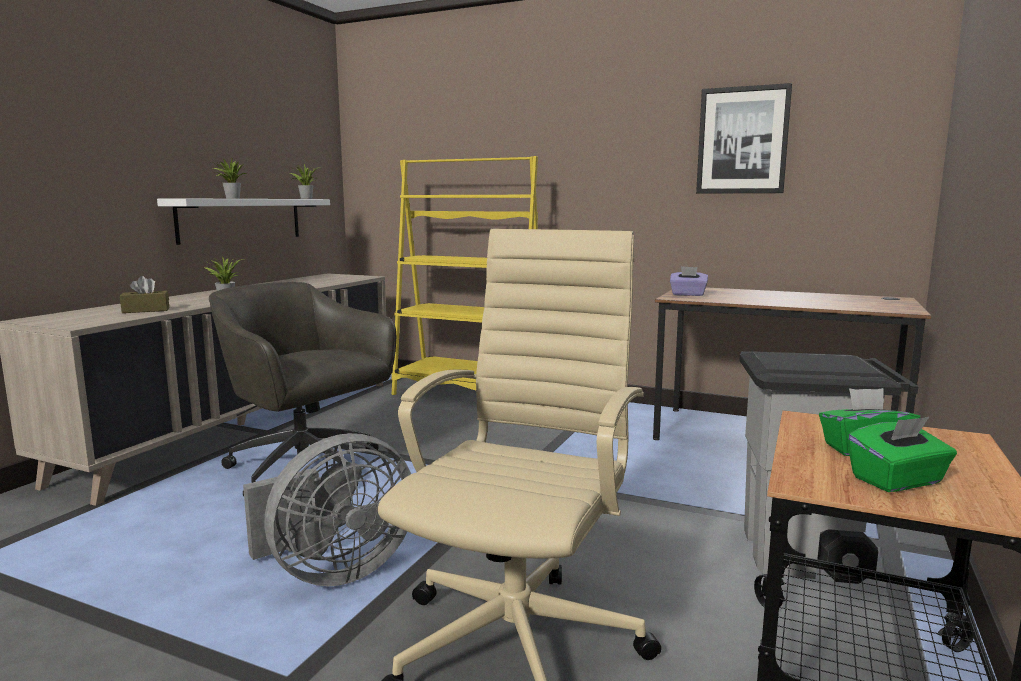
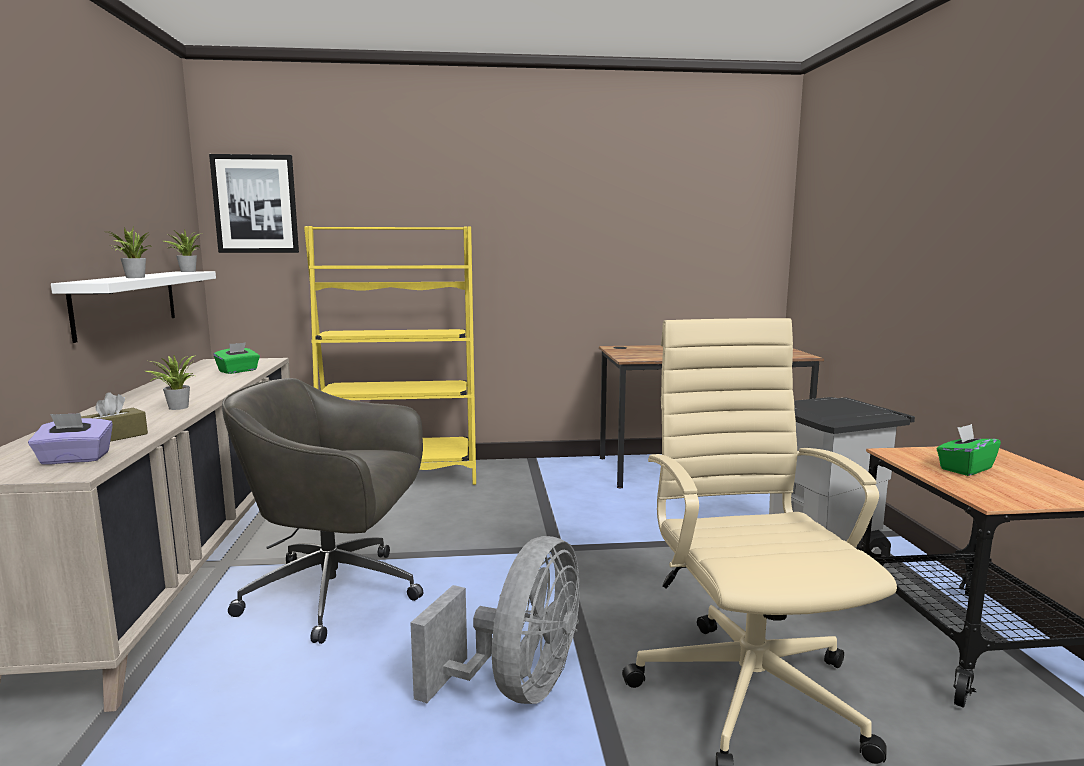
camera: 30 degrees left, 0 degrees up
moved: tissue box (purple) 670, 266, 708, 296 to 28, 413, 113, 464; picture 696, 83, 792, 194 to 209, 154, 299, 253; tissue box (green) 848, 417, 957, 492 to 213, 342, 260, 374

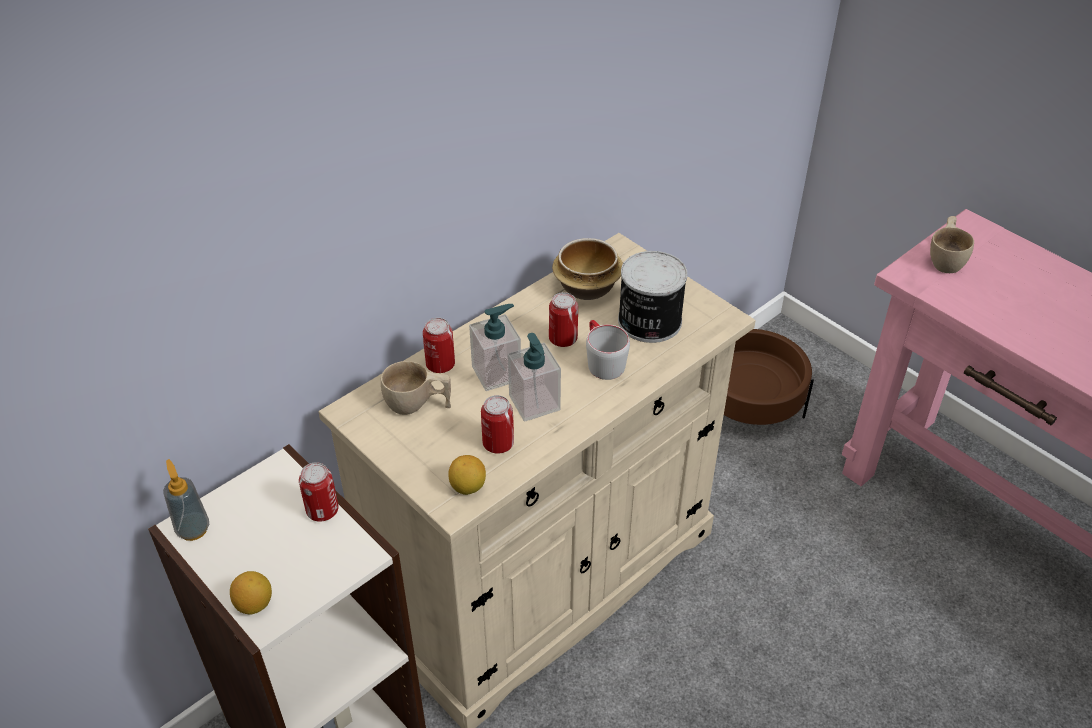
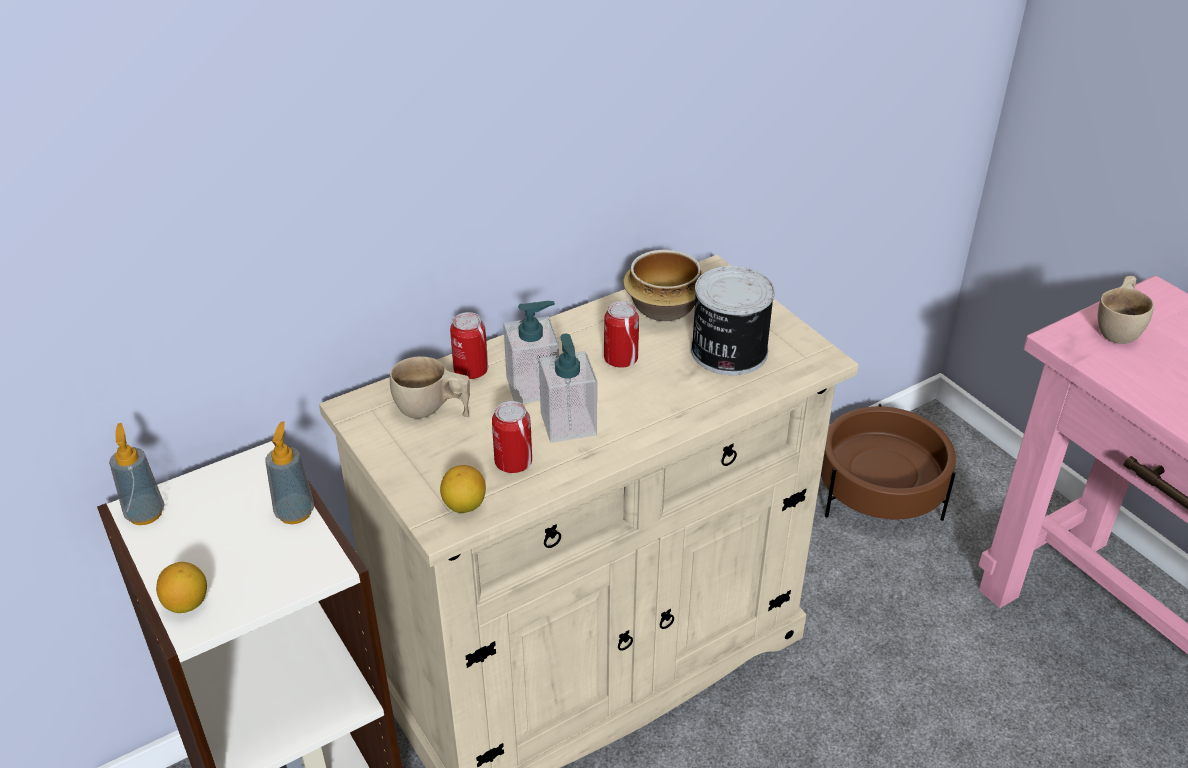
camera: 10 degrees right, 5 degrees down
removed: mug (grey) 586, 320, 630, 380
replaced: can 299, 462, 339, 522 to soap dispenser 265, 421, 314, 524

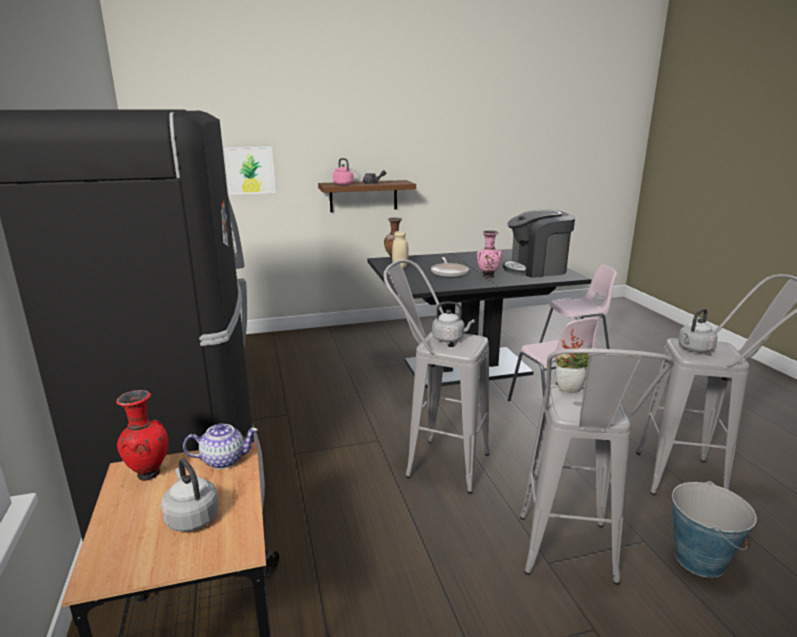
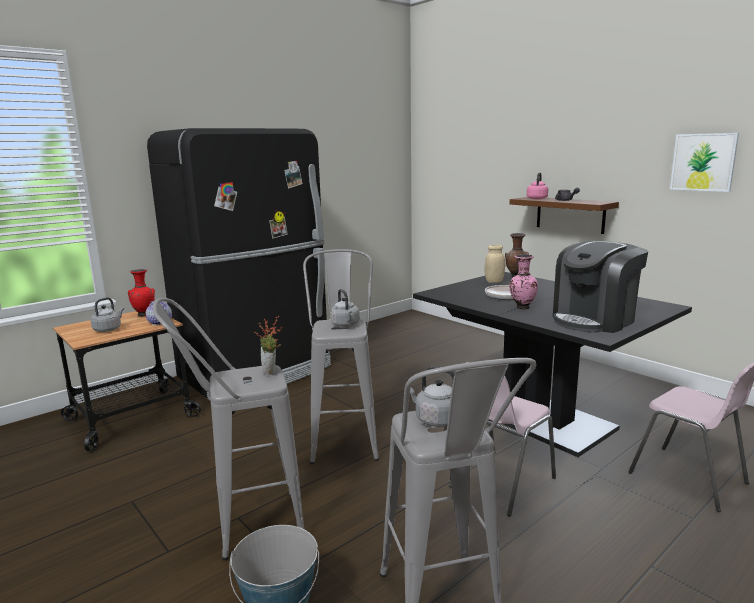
camera: 65 degrees right, 5 degrees down
moved: picture 225, 147, 276, 195 to 670, 133, 739, 192
turned: coffee machine 503, 210, 575, 278 = 553, 241, 648, 333 90 degrees counterclockwise

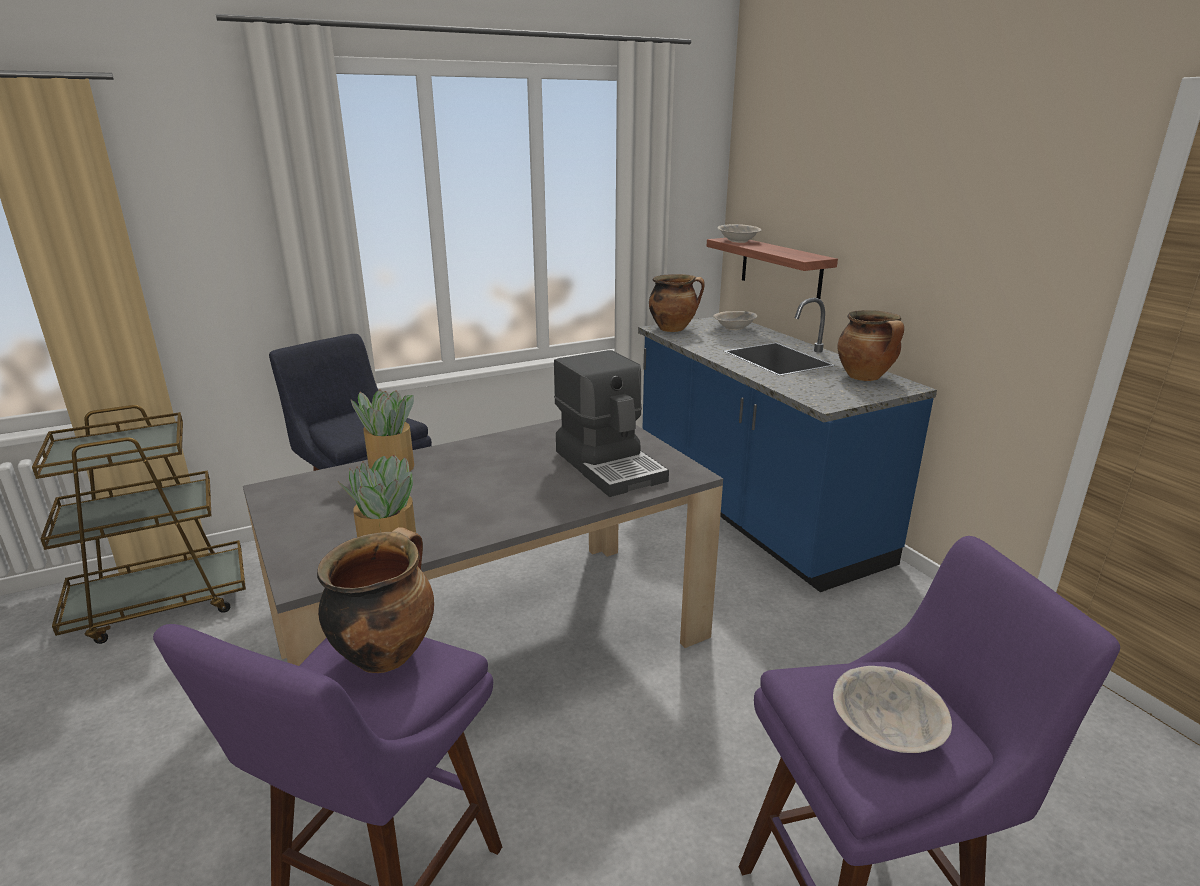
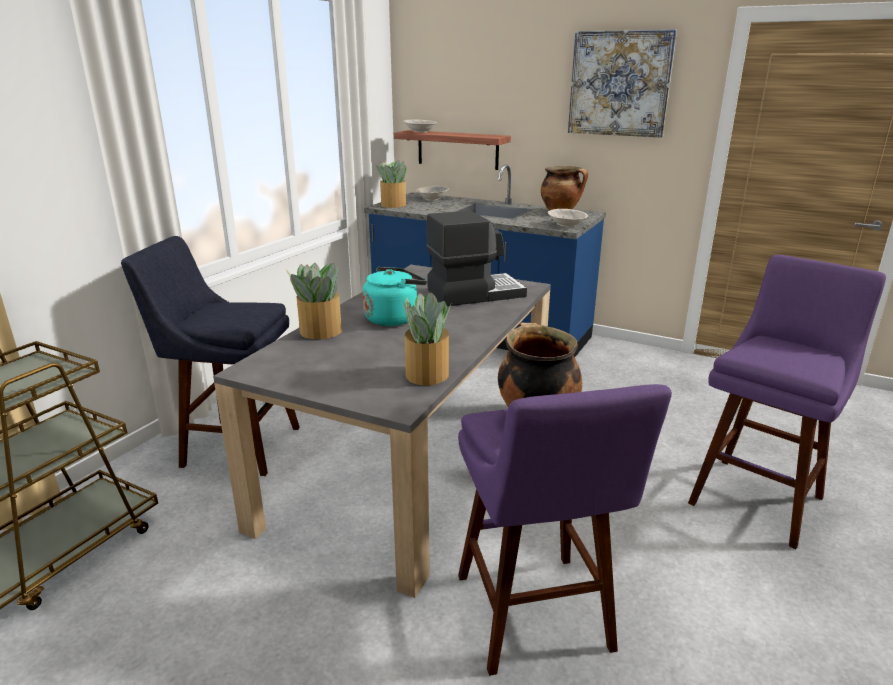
camera: 35 degrees left, 0 degrees up
added: kettle (turquoise) 363, 267, 427, 326; picture 568, 29, 677, 138
moved: bowl (beige) 833, 666, 952, 753 to 548, 209, 588, 227
replaced: cooking pot 649, 274, 705, 332 to potted plant 375, 160, 406, 208
turned: coffee machine 554, 350, 669, 497 = 427, 211, 527, 306 45 degrees counterclockwise

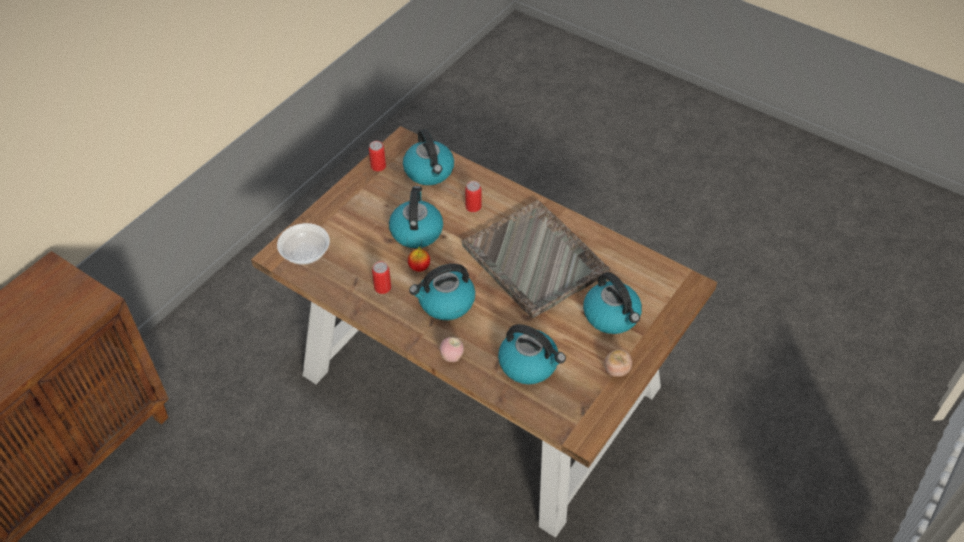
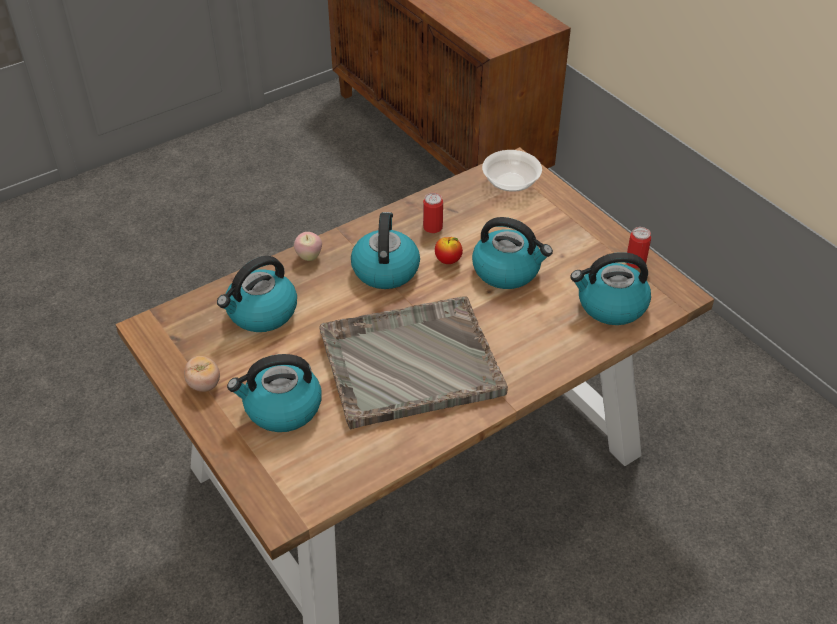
camera: 110 degrees right, 5 degrees down
removed: can 465, 181, 481, 212

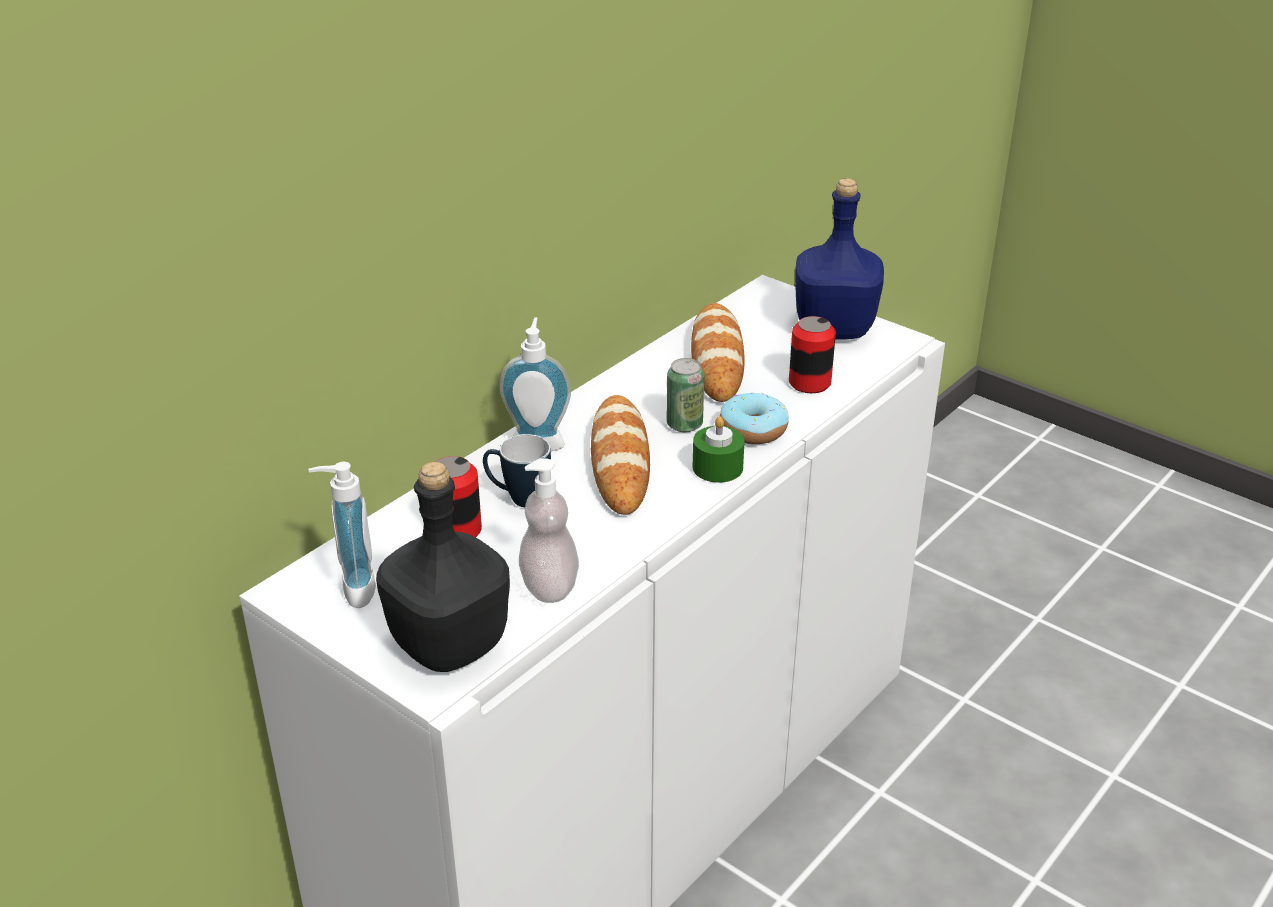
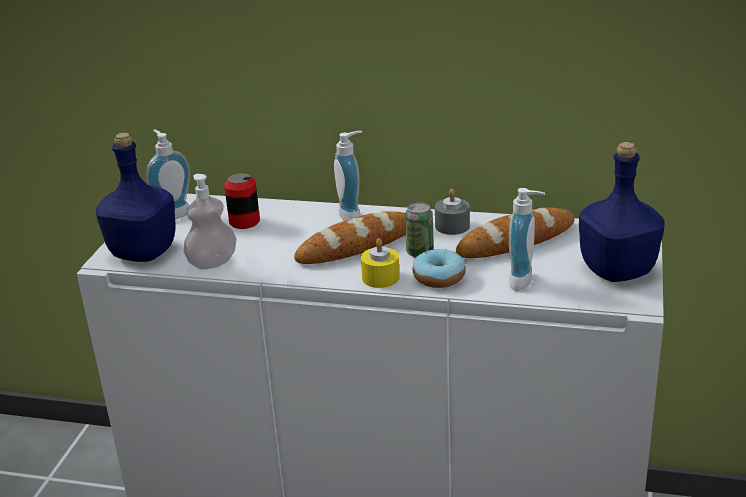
camera: 65 degrees right, 5 degrees down
removed: mug 483, 434, 551, 507
added: candle (grey) 435, 189, 470, 235
replaced: can 789, 316, 836, 393 to soap dispenser 509, 188, 545, 291
recoloured: bottle (black) 376, 462, 510, 672 to bottle (blue) 96, 132, 175, 262; candle (green) 692, 416, 745, 483 to candle (yellow) 361, 238, 400, 288

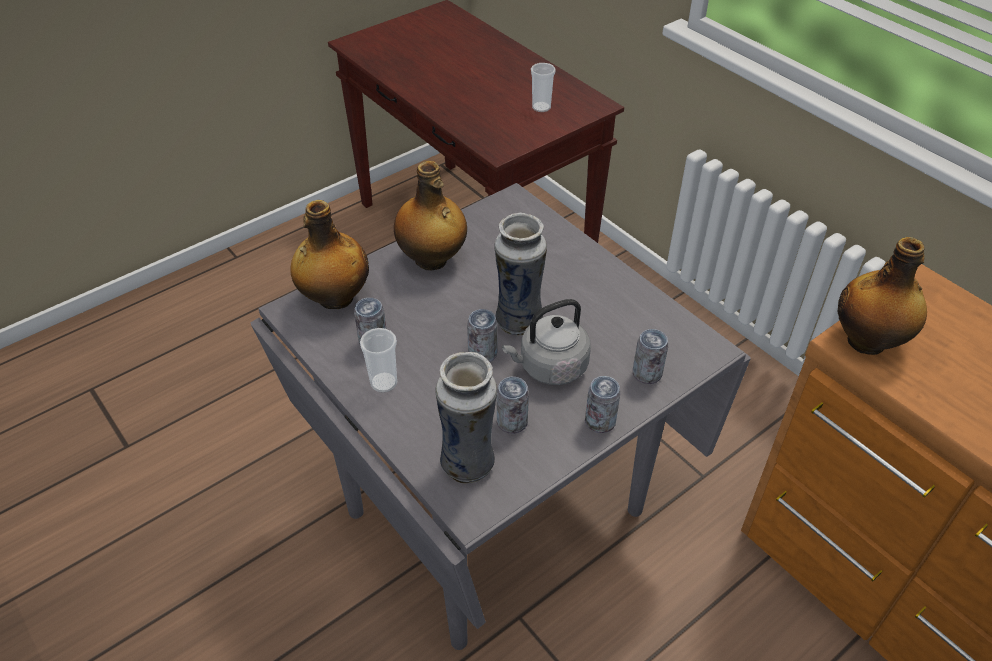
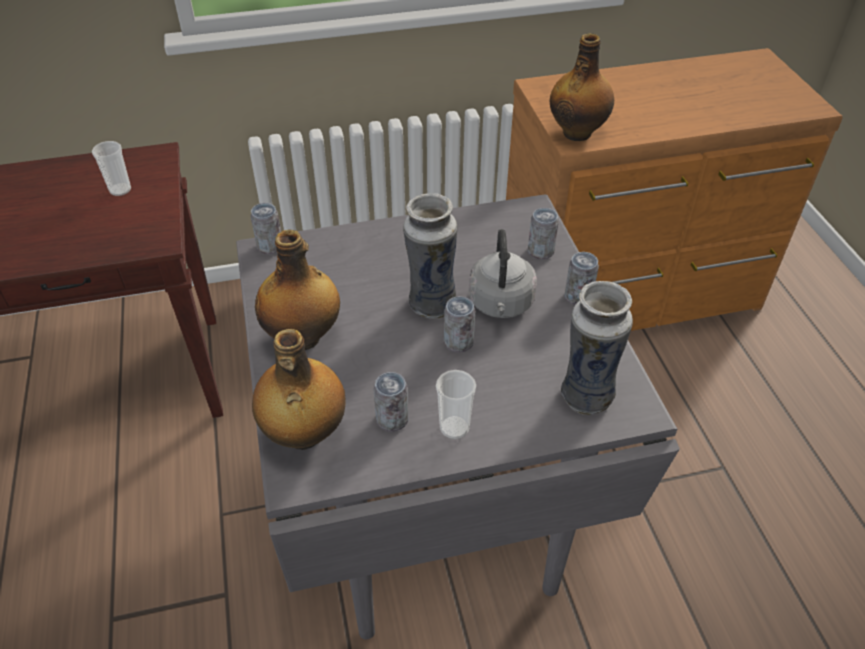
camera: 65 degrees left, 0 degrees up
moved: can 497, 377, 529, 434 to 250, 203, 281, 254

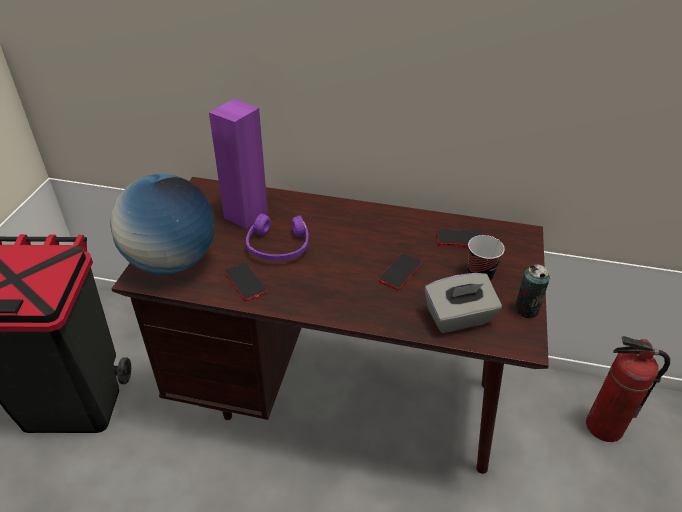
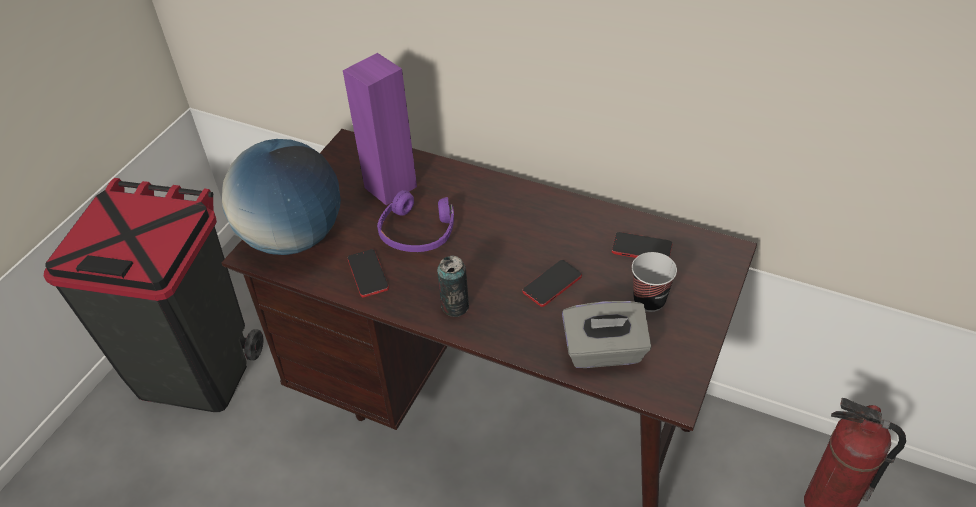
camera: 15 degrees right, 5 degrees up
moved: can 514, 264, 550, 318 to 437, 255, 469, 317

